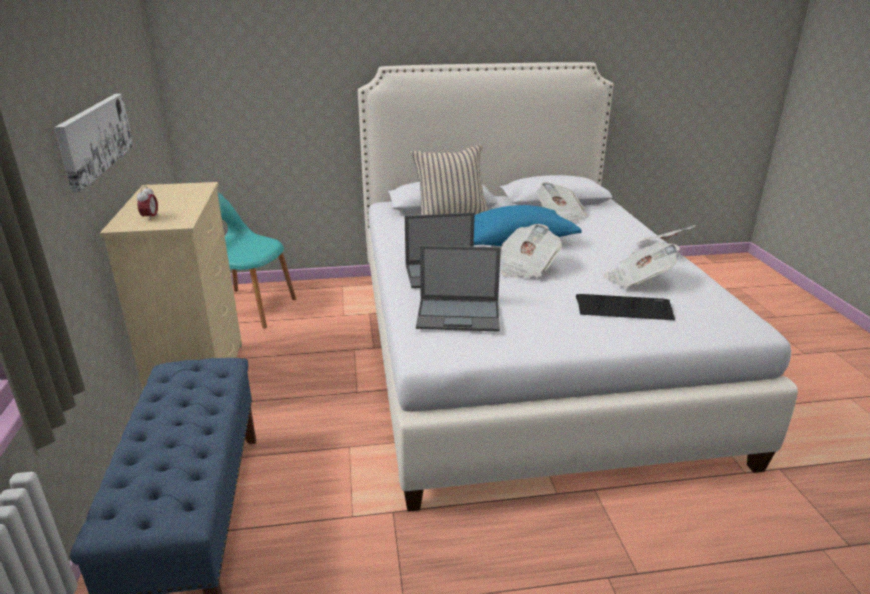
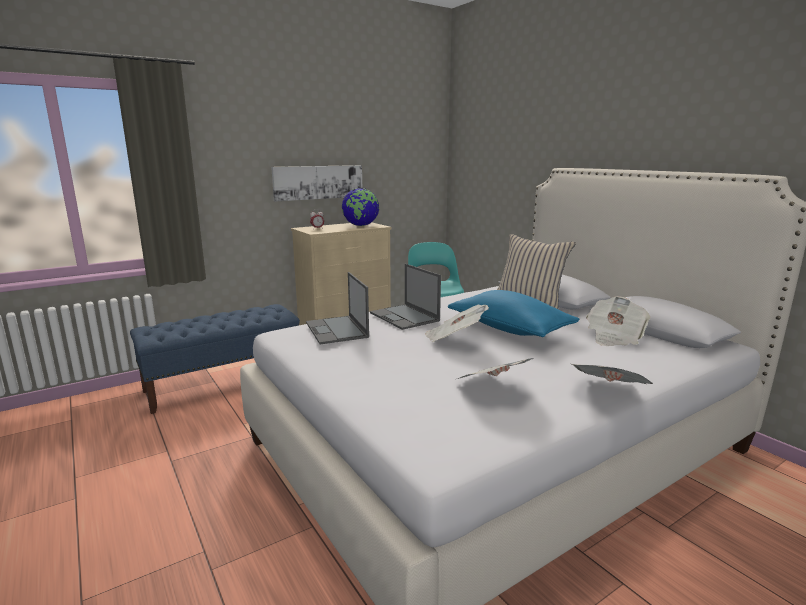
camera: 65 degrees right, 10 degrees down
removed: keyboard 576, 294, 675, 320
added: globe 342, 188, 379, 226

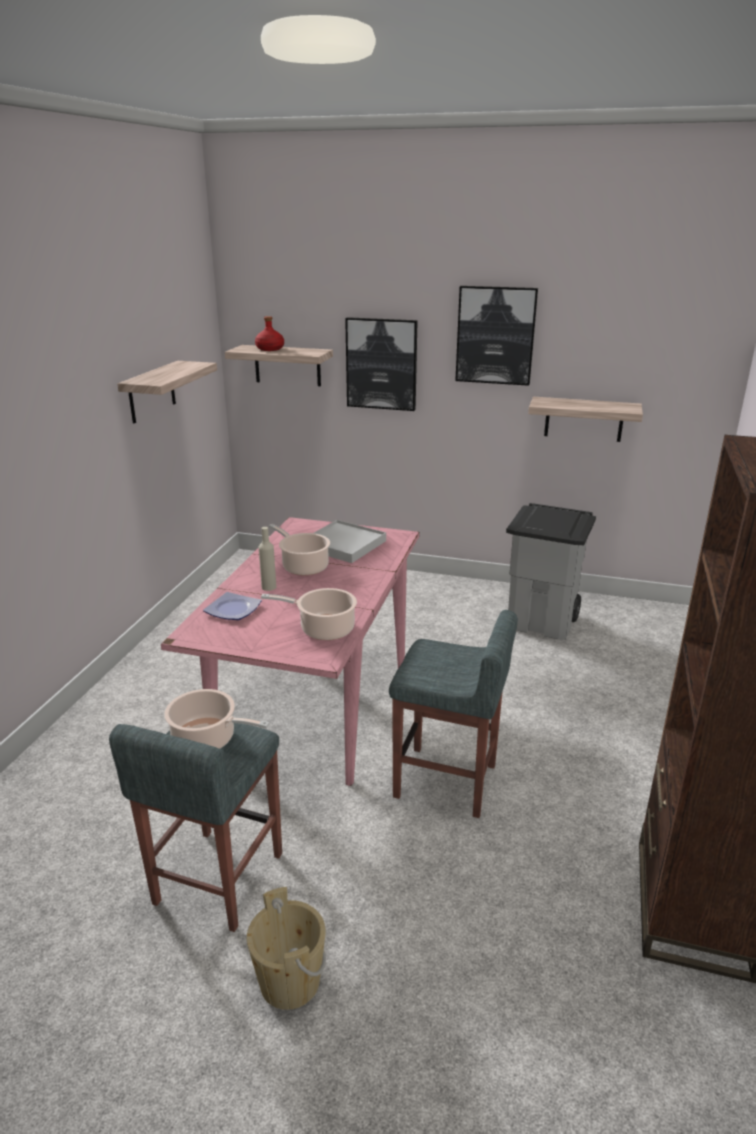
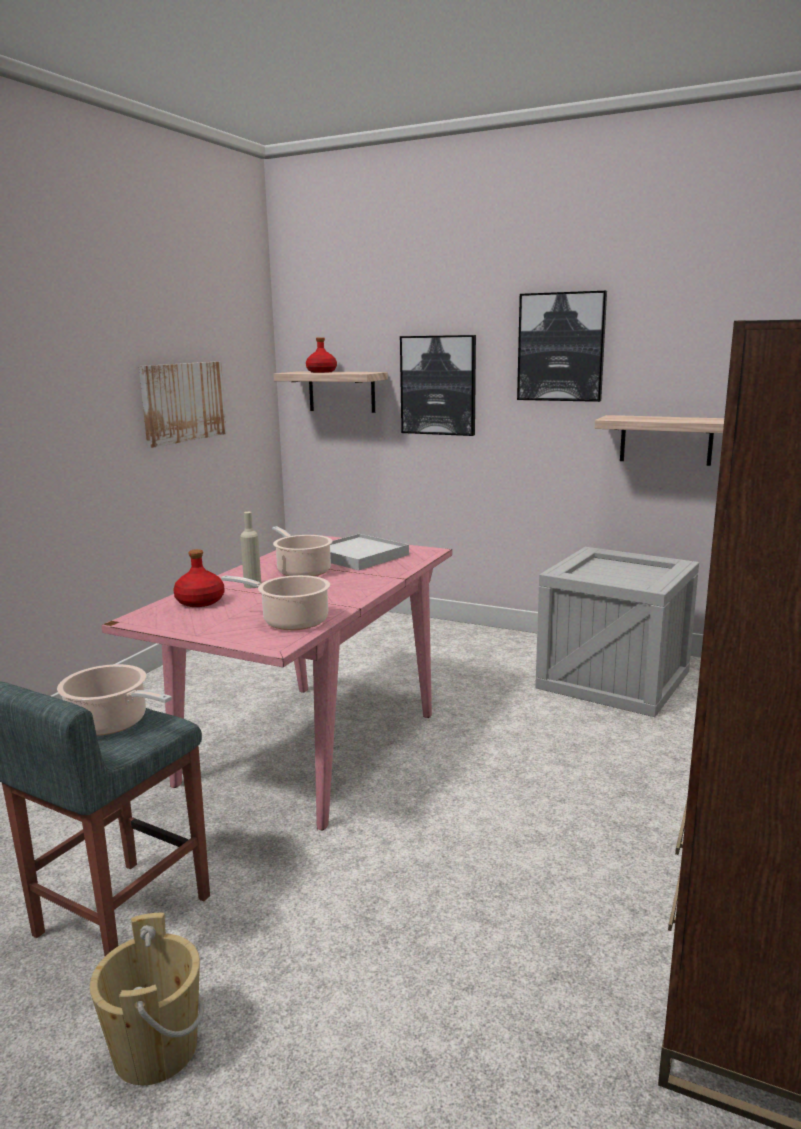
camera: 10 degrees right, 10 degrees down
removed: stool (grey) 389, 610, 518, 818
replaced: shelf 117, 361, 217, 424 to picture 139, 362, 227, 448; plate 203, 592, 262, 620 to bottle (red) 173, 549, 225, 607; trash can (grey) 506, 503, 596, 640 to crate 535, 547, 699, 717

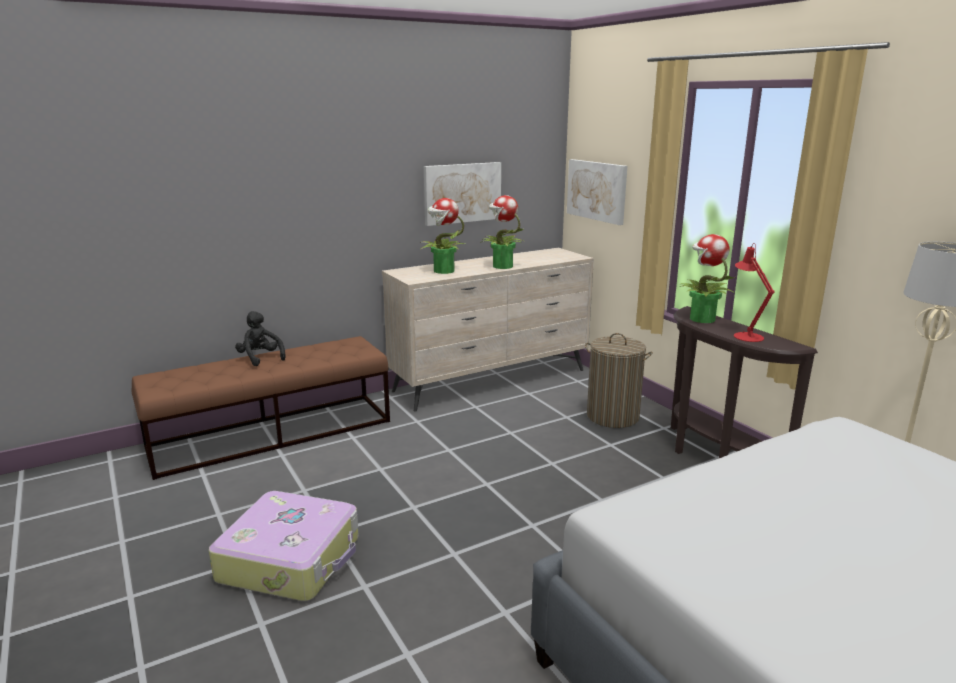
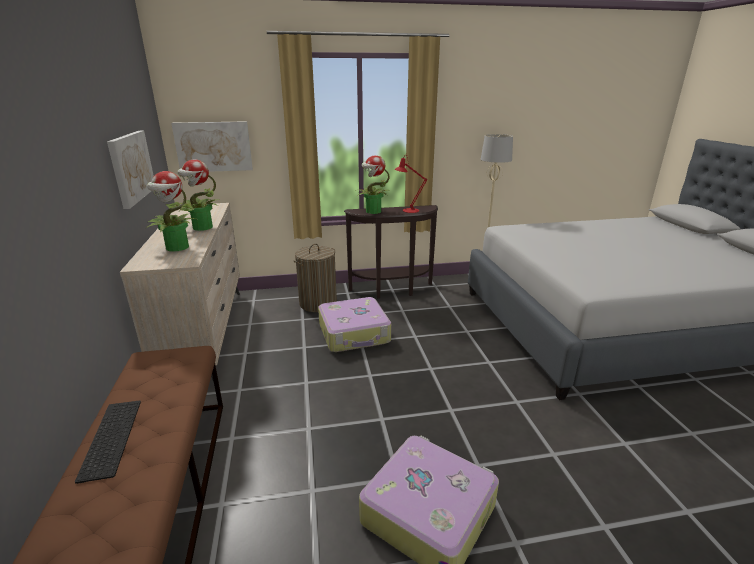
camera: 70 degrees left, 5 degrees up
added: suitcase 318, 297, 391, 352
replaced: plush toy (black) 235, 311, 286, 366 to keyboard 75, 401, 141, 484

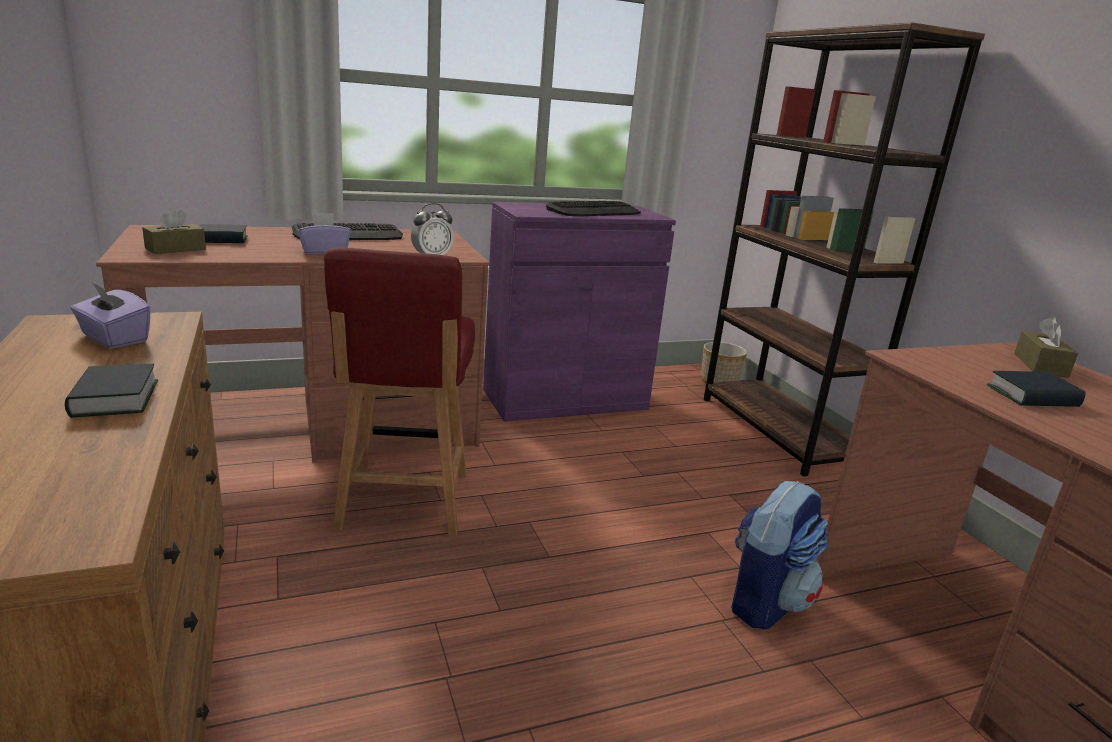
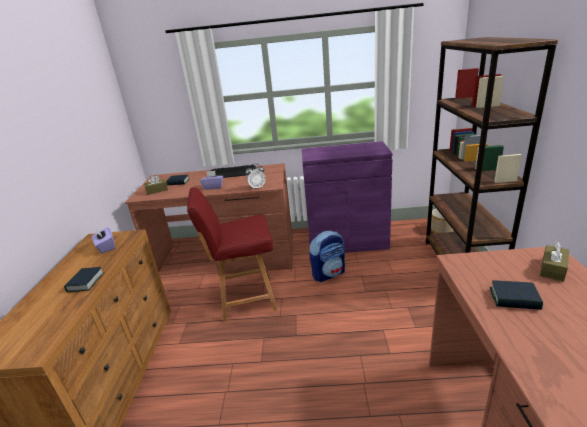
camera: 25 degrees right, 5 degrees up
removed: keyboard 546, 201, 641, 216
moved: backpack 731, 481, 828, 629 to 309, 231, 345, 282
turned: chair (red) 324, 248, 475, 536 = 187, 187, 277, 322 60 degrees clockwise

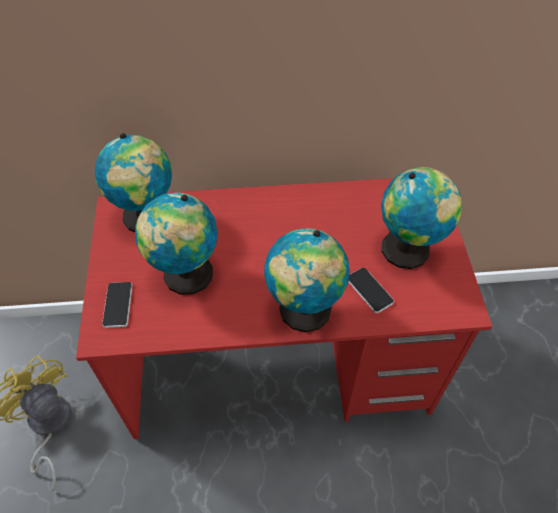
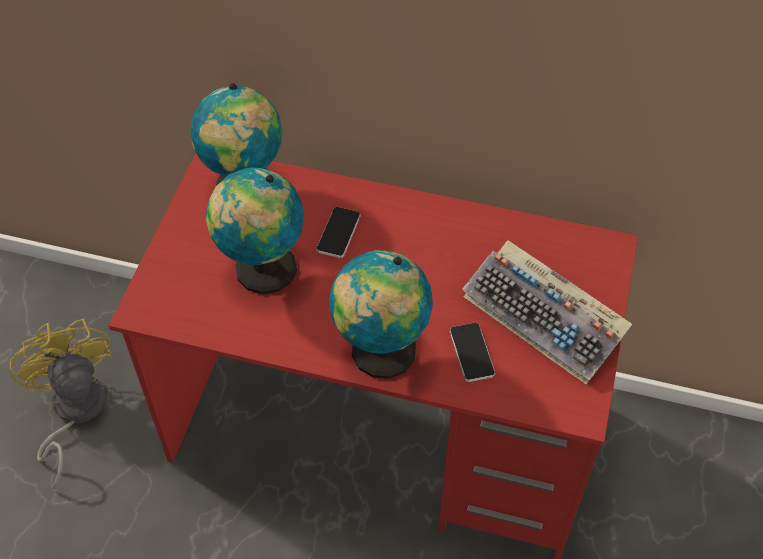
camera: 20 degrees right, 0 degrees up
moved: phone 102, 282, 132, 328 to 316, 207, 360, 258
replaced: globe 381, 167, 462, 269 to keyboard 462, 240, 632, 384

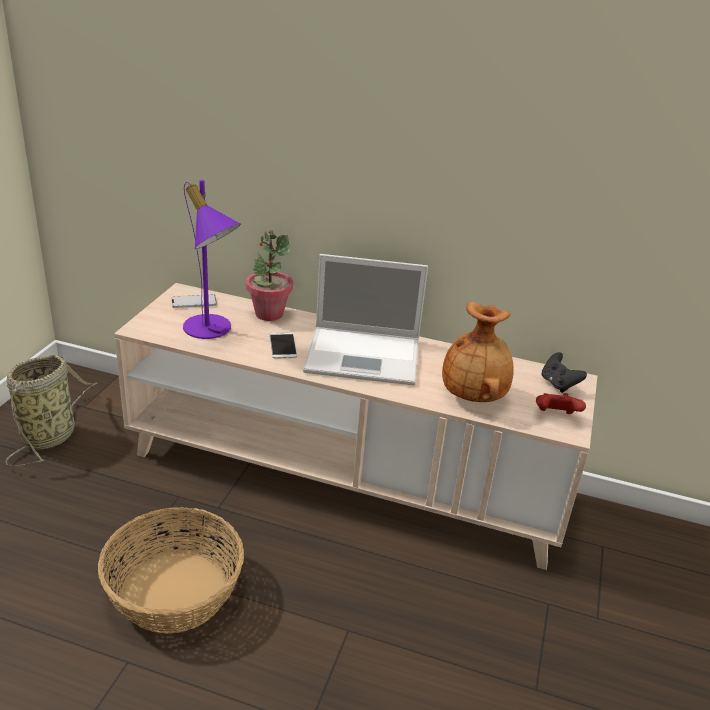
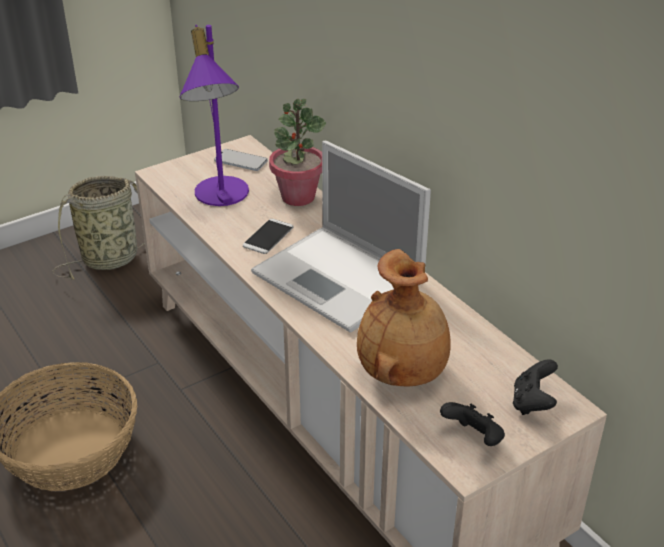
camera: 40 degrees right, 5 degrees up
recoloured: game controller (red) 536, 393, 586, 414 to game controller (black) 440, 402, 505, 446

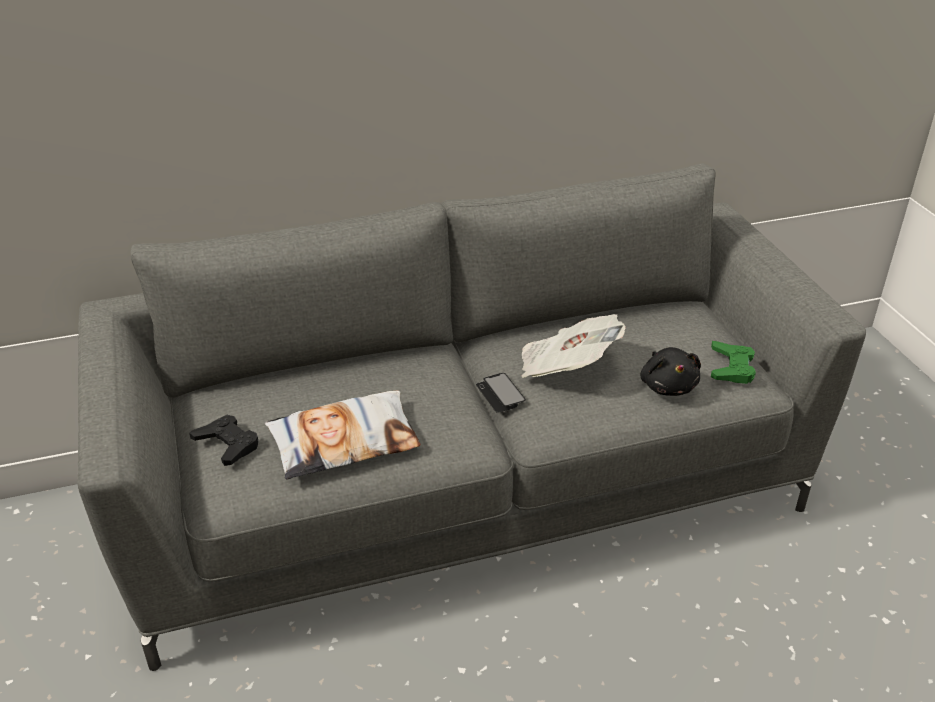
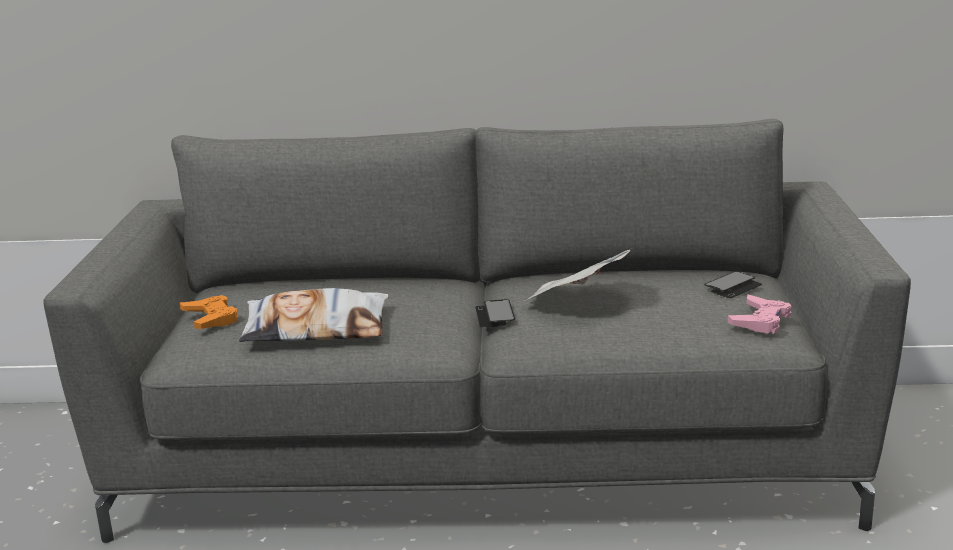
camera: 20 degrees right, 15 degrees down
removed: plush toy (black) 640, 347, 701, 396
added: phone 704, 271, 762, 298
recoloured: game controller (black) 189, 415, 258, 466 to game controller (orange) 180, 295, 238, 329; game controller (green) 711, 341, 756, 384 to game controller (pink) 728, 294, 791, 334

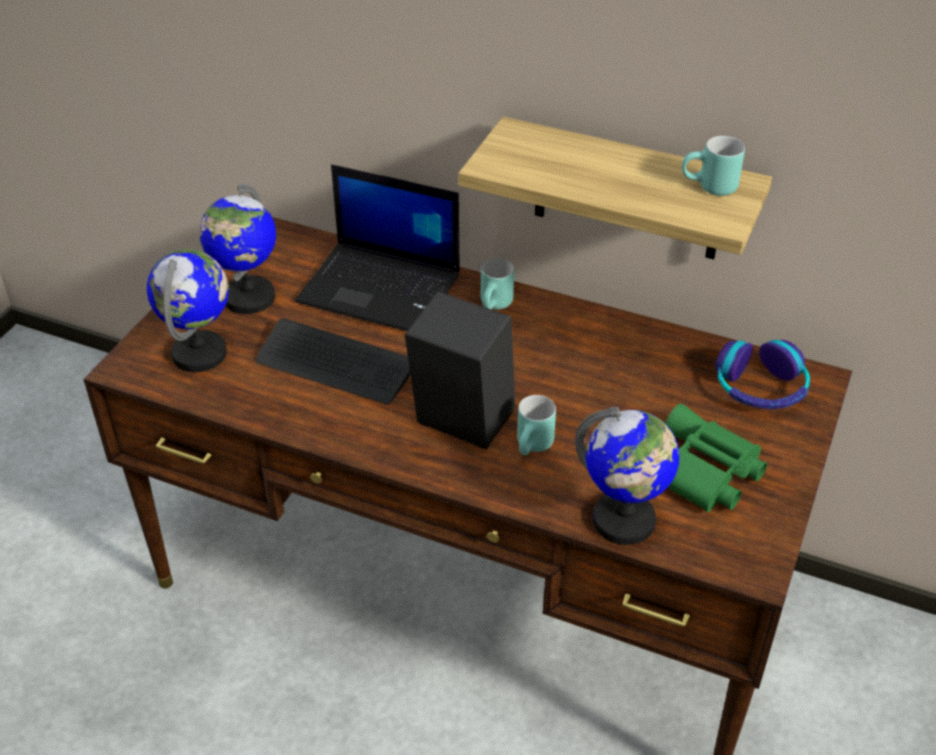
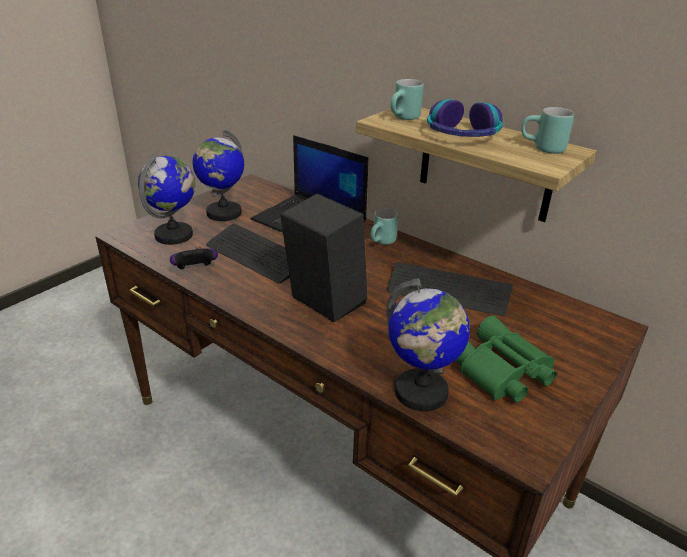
camera: 15 degrees right, 10 degrees down
added: game controller 170, 246, 218, 269; keyboard 387, 262, 513, 316
moved: mug (turquoise) 517, 395, 556, 455 to 391, 79, 424, 120; headphones 715, 340, 810, 409 to 427, 99, 503, 137

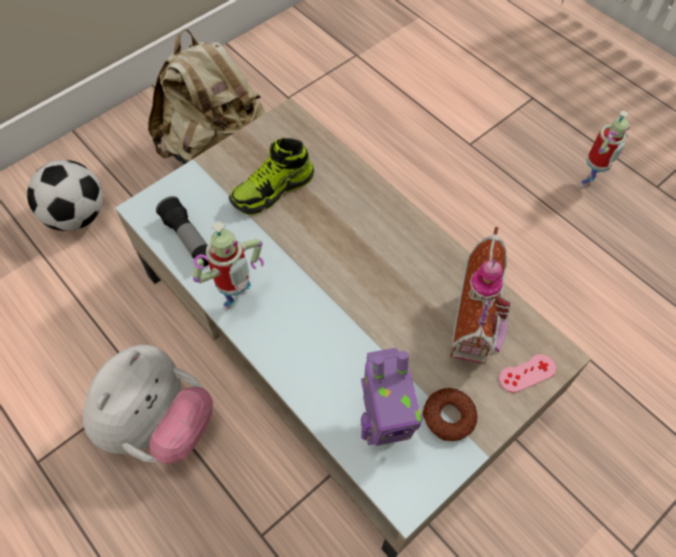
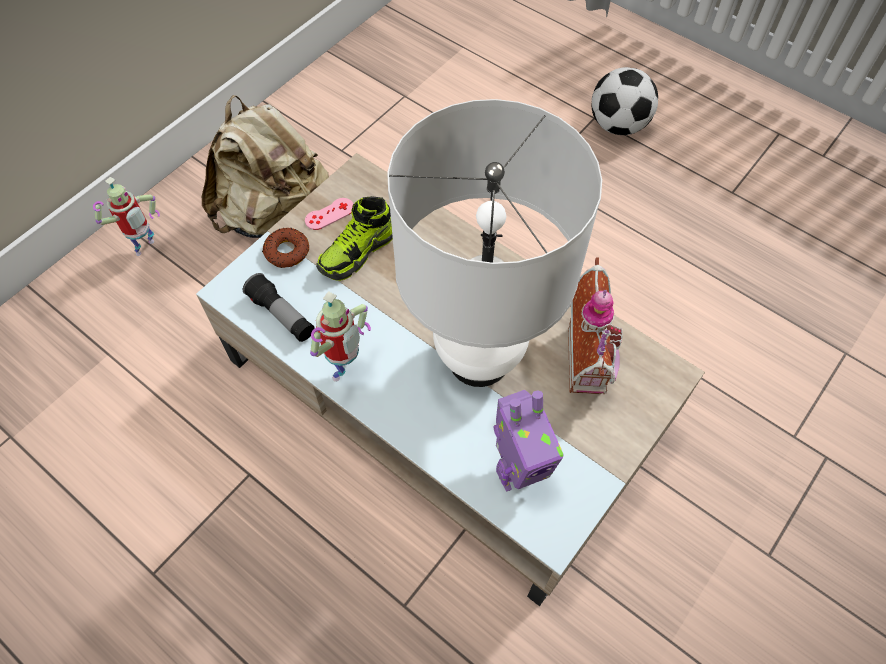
camera: 10 degrees left, 0 degrees up
removed: plush toy 83, 345, 213, 464
added: table lamp (white) 387, 99, 602, 387
moved: football 27, 160, 103, 231 to 592, 67, 658, 135; donut 422, 388, 478, 442 to 262, 228, 309, 268; game controller (pink) 499, 354, 556, 393 to 305, 198, 353, 230; toy robot 579, 110, 631, 187 to 93, 177, 160, 256

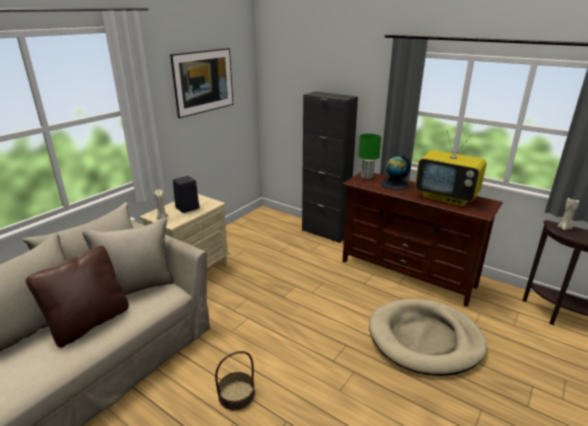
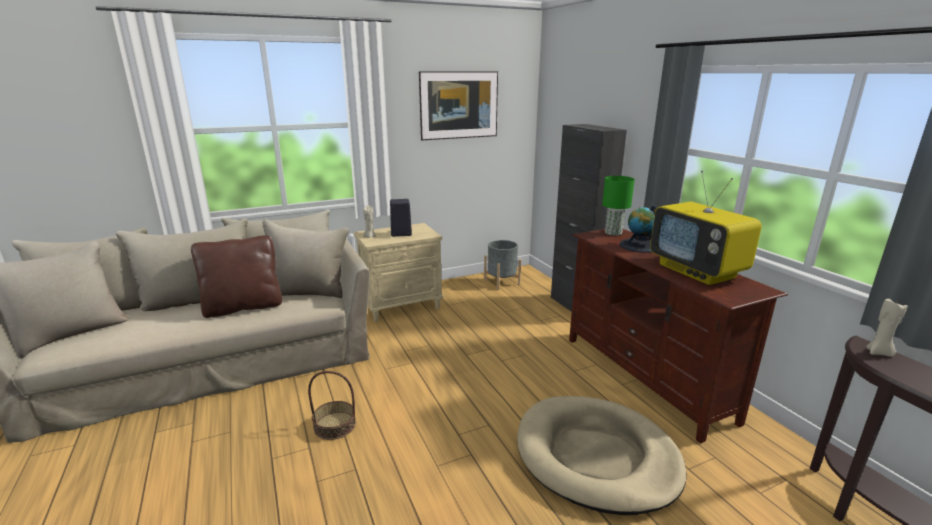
camera: 30 degrees right, 5 degrees down
added: planter (grey) 484, 240, 521, 290

